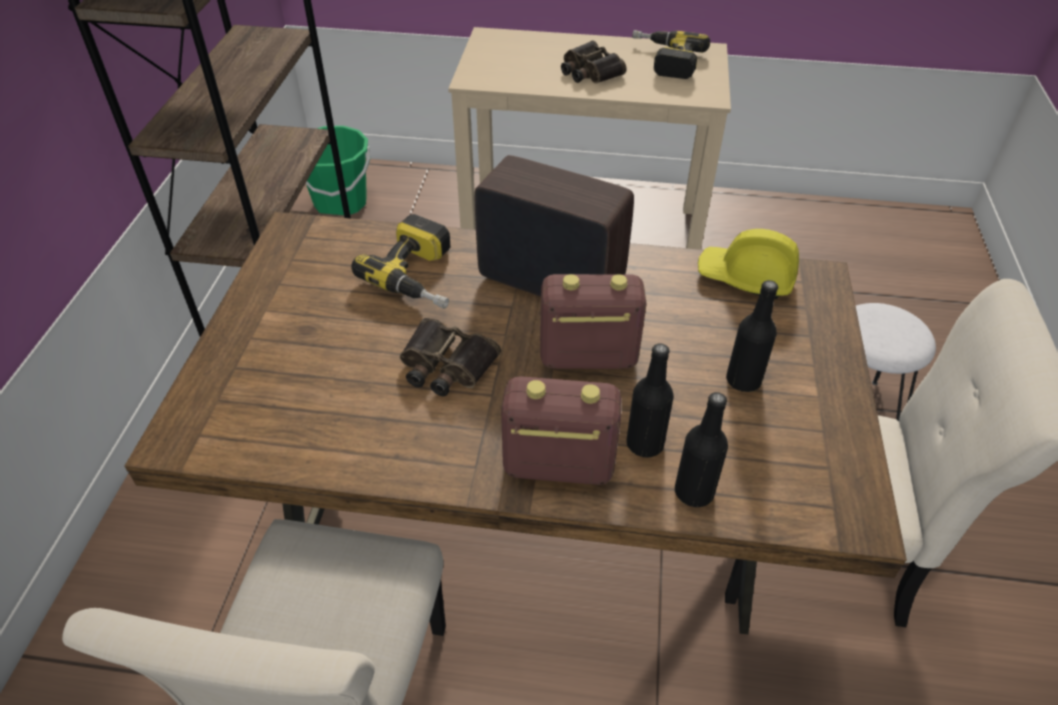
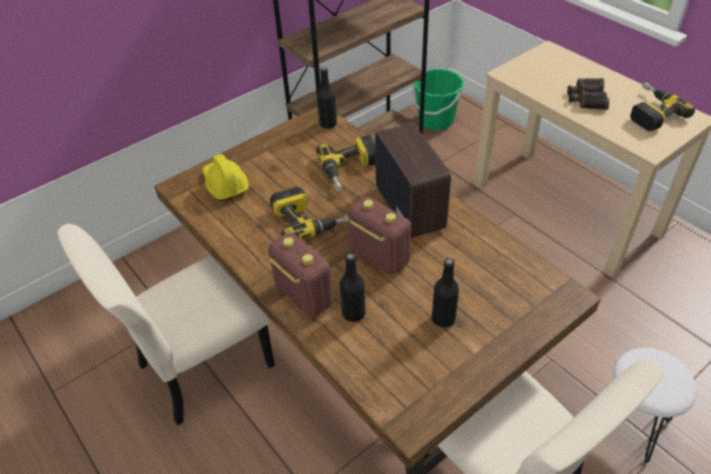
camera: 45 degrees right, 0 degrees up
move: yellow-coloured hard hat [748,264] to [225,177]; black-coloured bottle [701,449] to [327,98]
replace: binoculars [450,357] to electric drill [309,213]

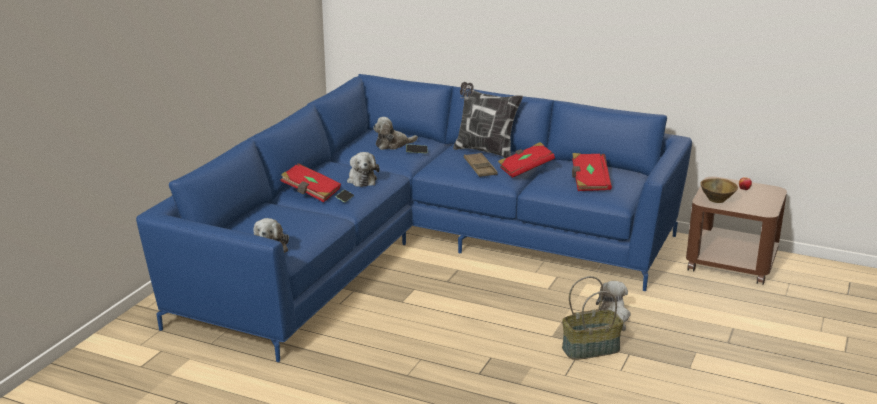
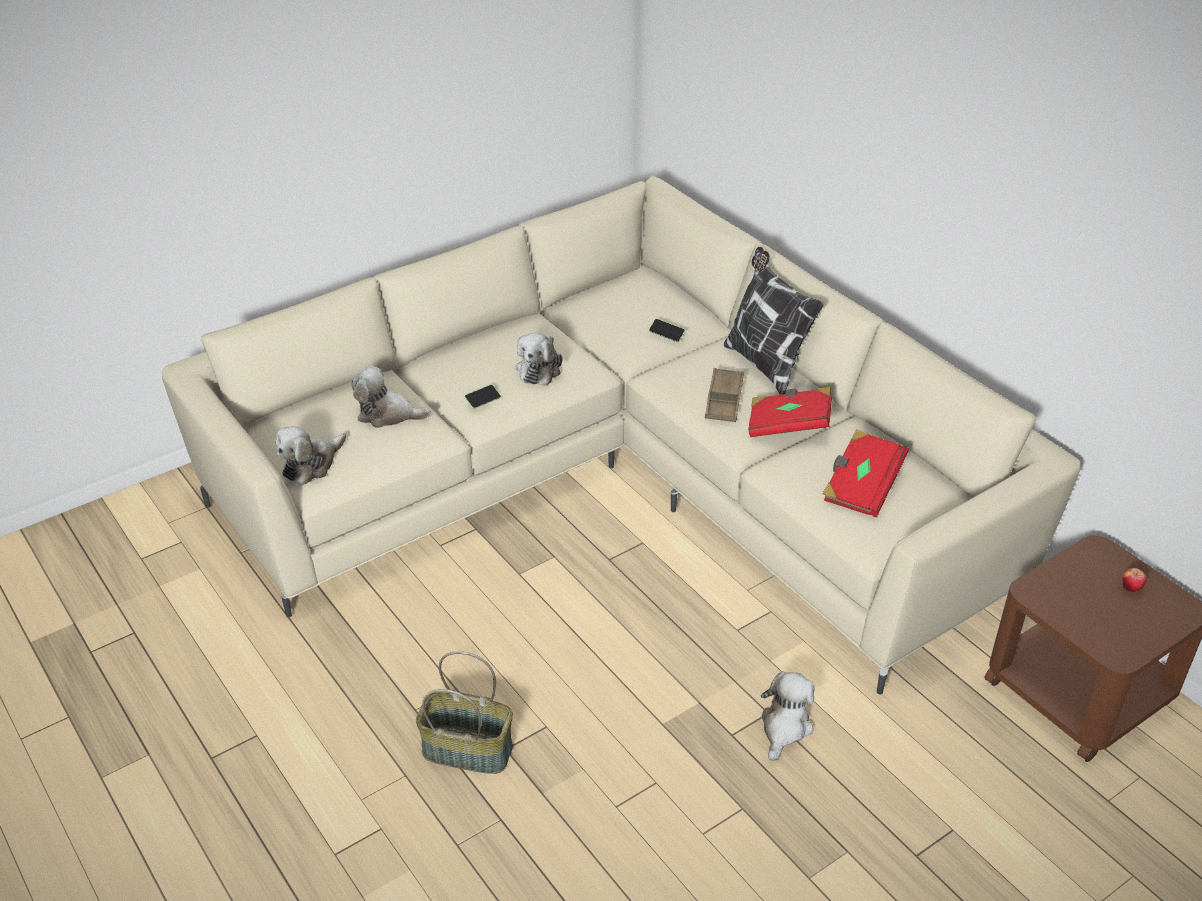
camera: 30 degrees right, 15 degrees up
delete: red volume [310,182]; brown bowl [719,190]
move: plush toy [395,133] to [391,397]; household basket [593,318] to [464,712]
recolor: blue couch [414,218] to beige-coloured couch [621,435]

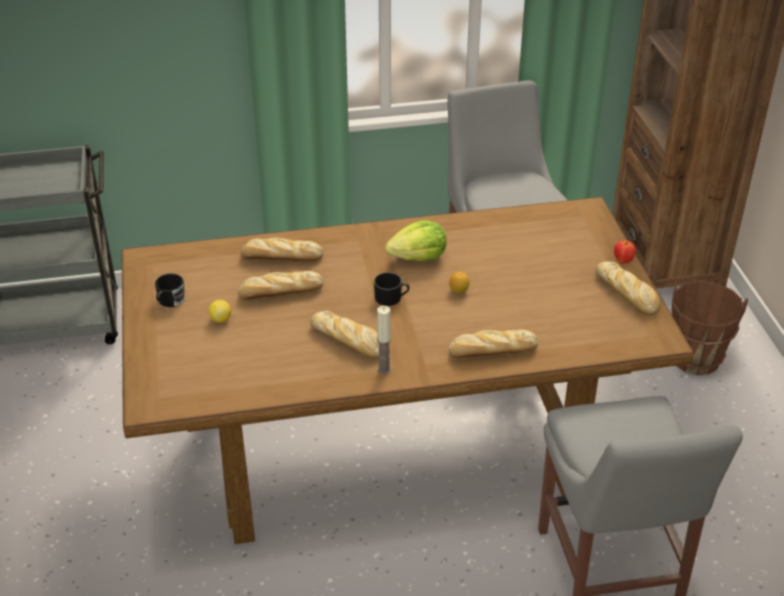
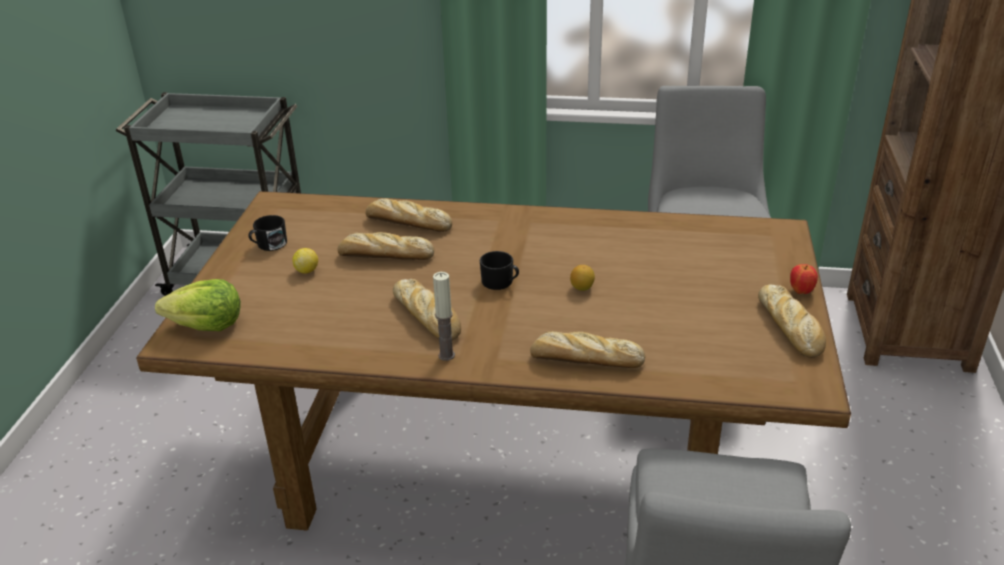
camera: 20 degrees right, 5 degrees down
delete: brown pail [709,327]
move: lettuce [416,240] to [198,305]

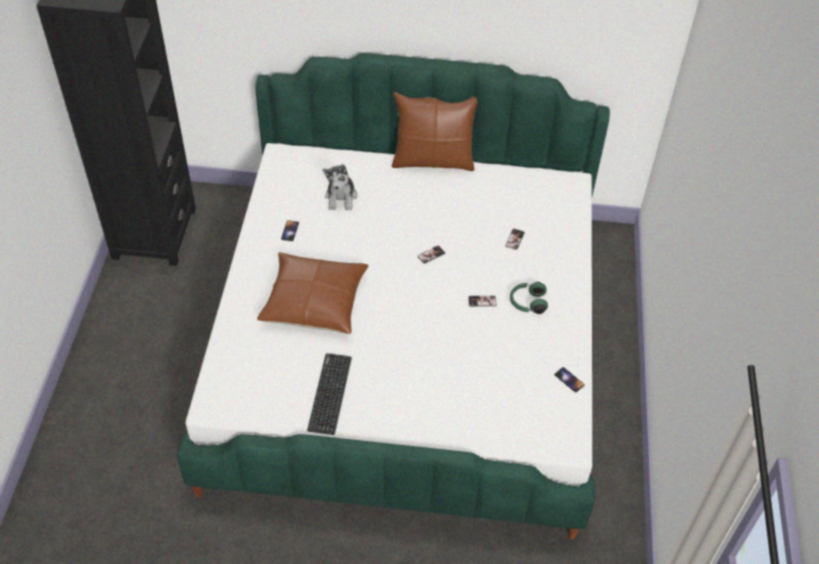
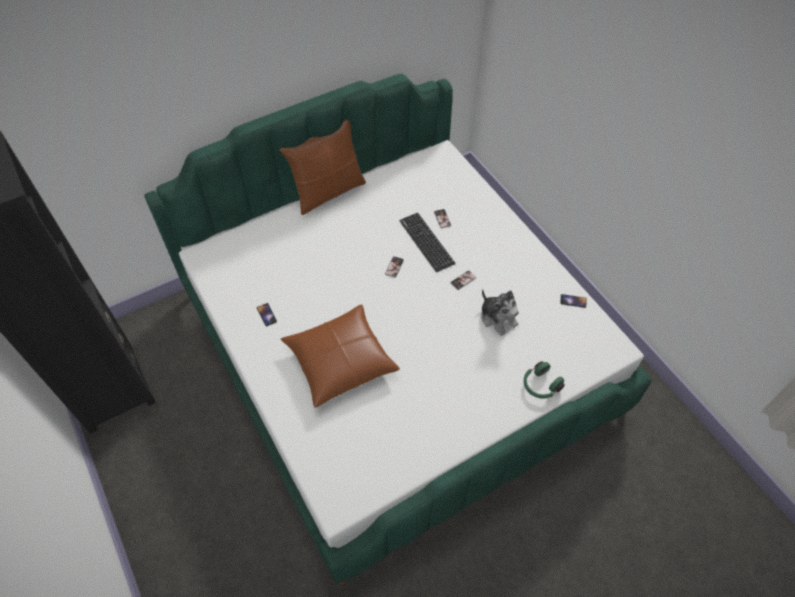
camera: 35 degrees left, 5 degrees up
move: plush toy [340,187] to [500,312]; green headset [529,298] to [544,379]; PC keyboard [329,394] to [427,242]

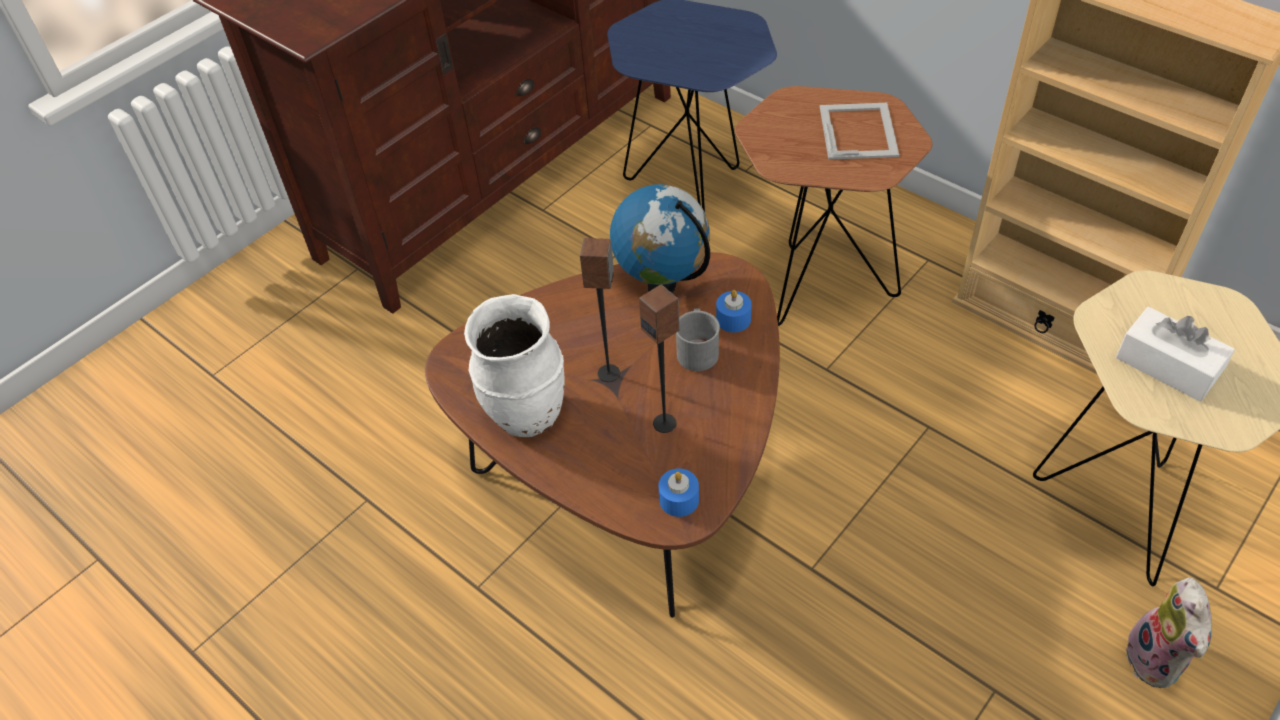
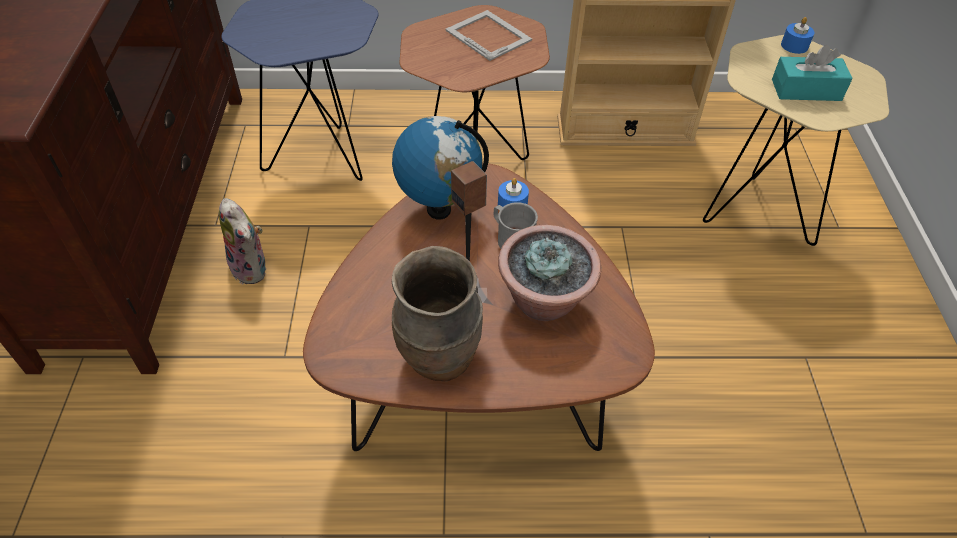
camera: 45 degrees left, 0 degrees up
move: blue wax candle [678,492] to [797,35]; plush toy [1169,632] to [242,241]
replace: speaker [659,358] to potted plant [549,273]
recolor: whitish decorative vase [514,365] to brown decorative vase [437,313]; whitish box of tissues [1175,354] to blue-green box of tissues [812,73]

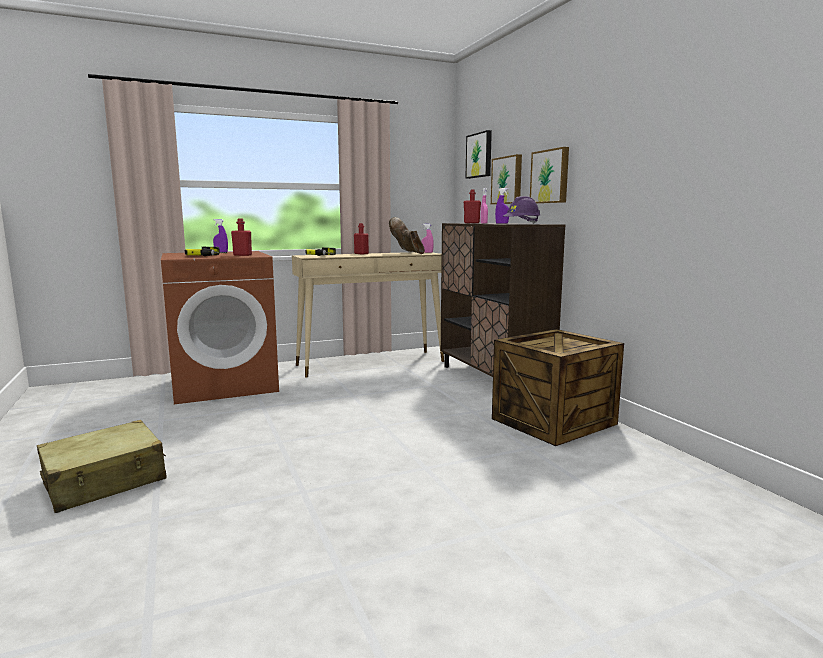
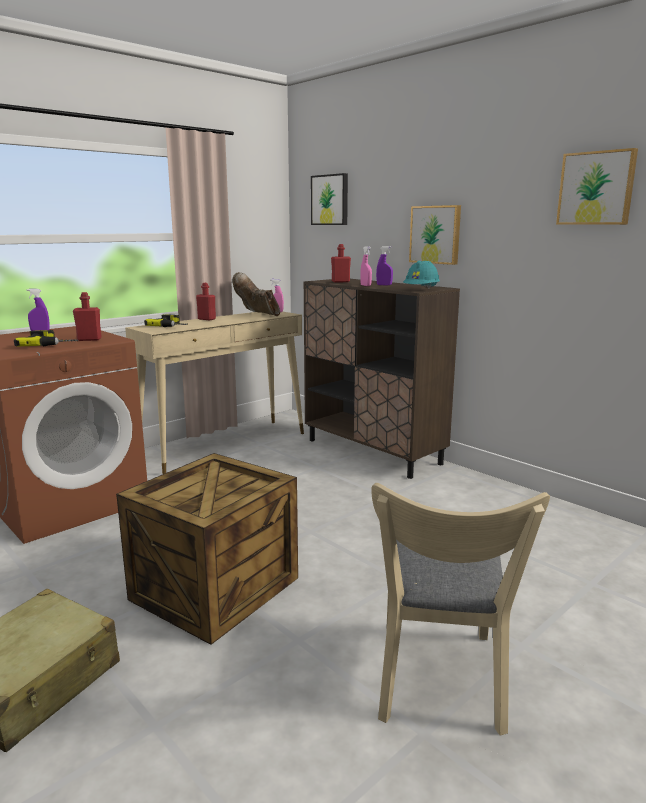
camera: 20 degrees left, 5 degrees up
insert: beige-coloured chair [460,609]
move: wall art [506,179] to [597,186]; crate [558,387] to [207,549]
recolor: purple-coloured hard hat [521,210] to blue-green hard hat [421,275]

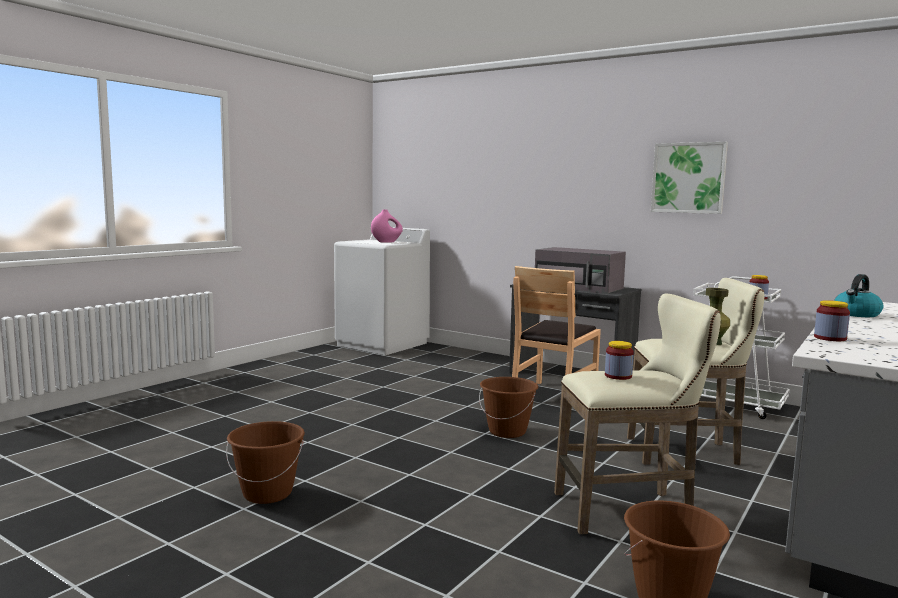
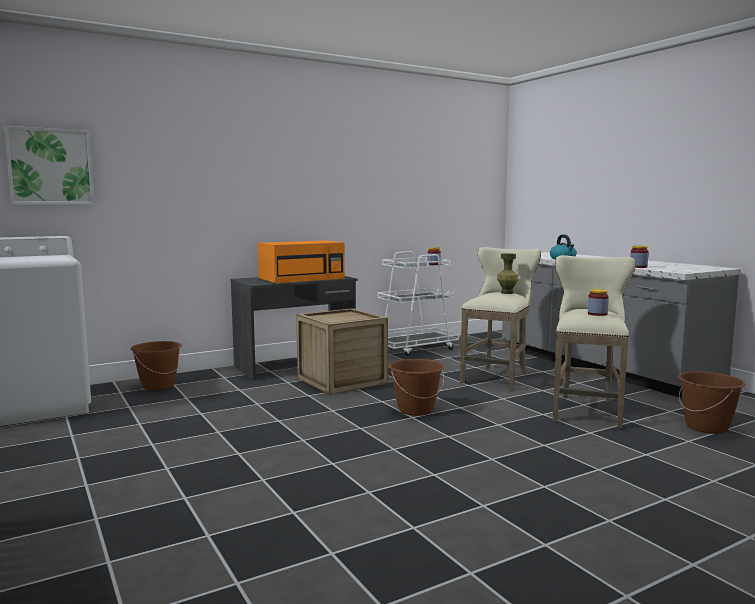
camera: 65 degrees left, 0 degrees up
delete: pink decorative vase [387,226]
move: wall art [689,178] to [49,165]; brown pail [265,462] to [156,365]
replace: brown chair [556,325] to crate [342,351]
recolor: grey kitchen microwave [580,270] to orange kitchen microwave [301,261]

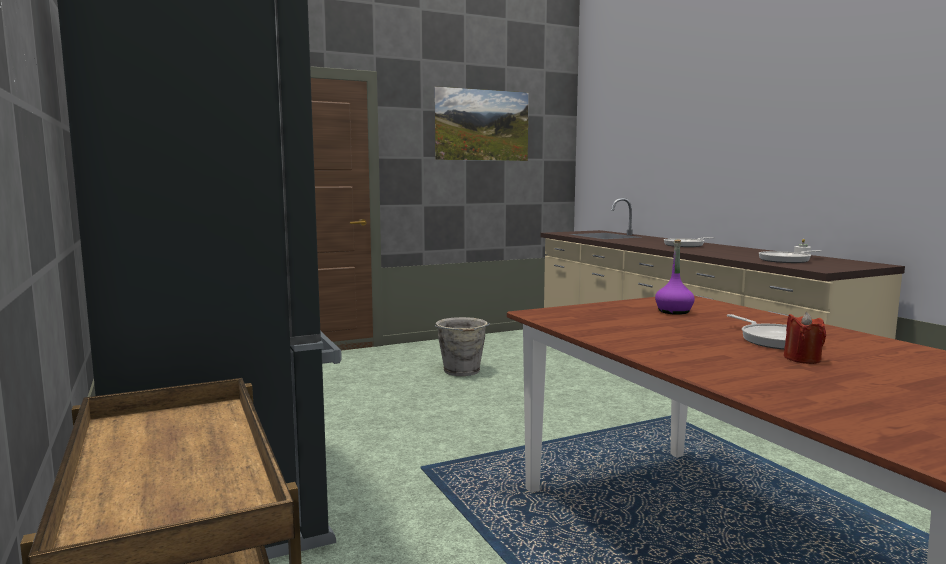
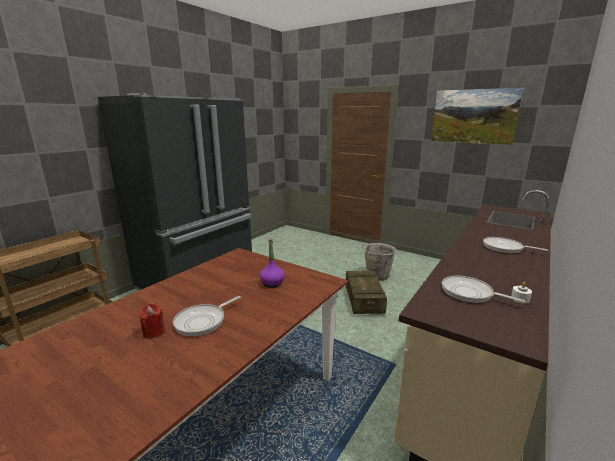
camera: 60 degrees right, 10 degrees up
insert: crate [366,292]

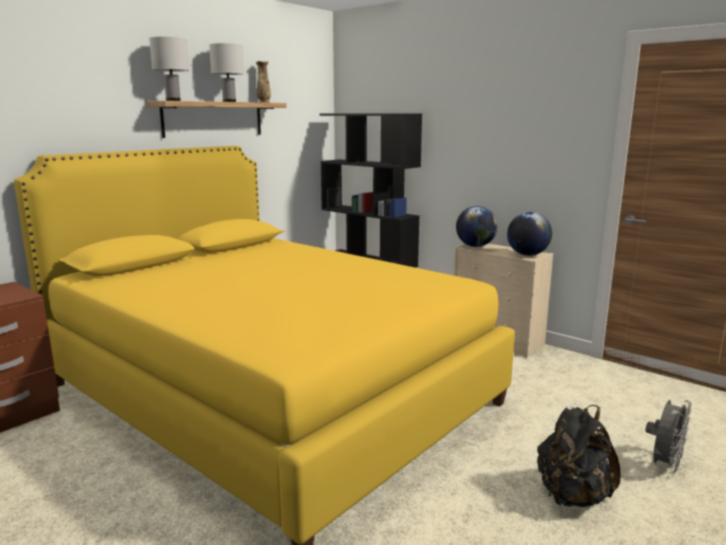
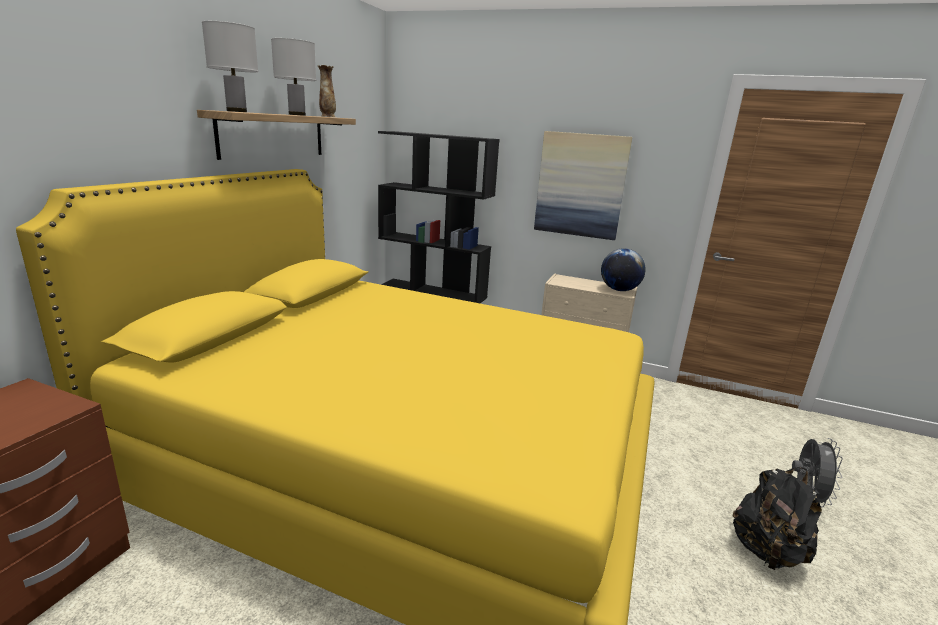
camera: 20 degrees left, 5 degrees up
delete: world globe [476,226]
insert: wall art [583,185]

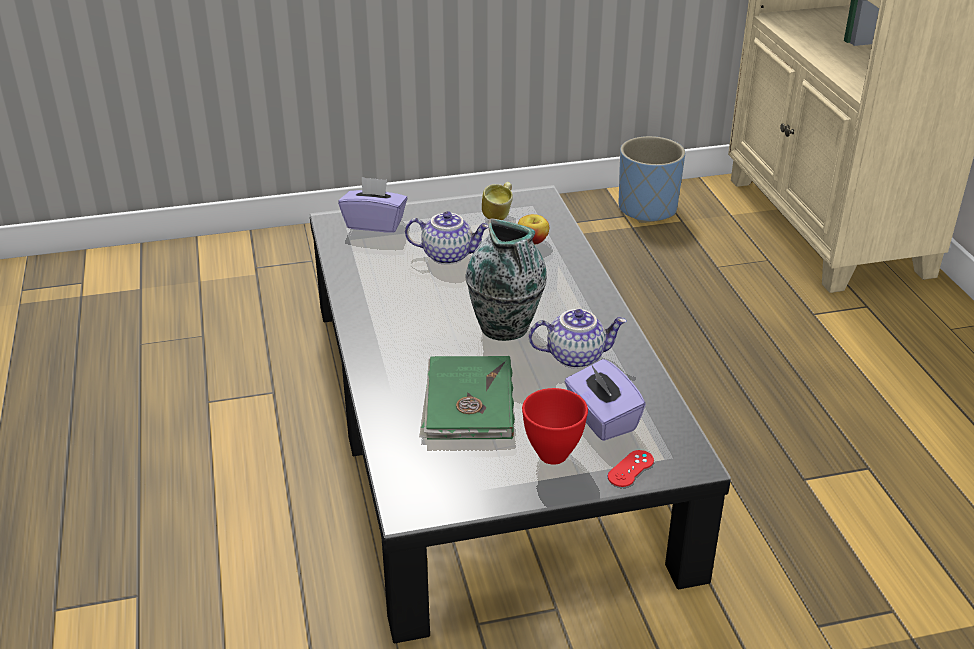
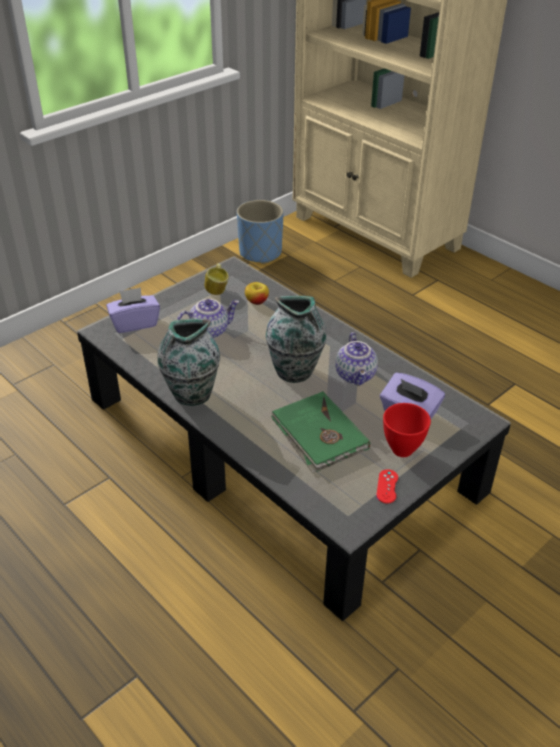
camera: 30 degrees left, 5 degrees up
insert: decorative vase [188,362]
move: red game controller [631,468] to [387,486]
rotate: tea pot [578,339] = [356,359] 120 degrees clockwise

